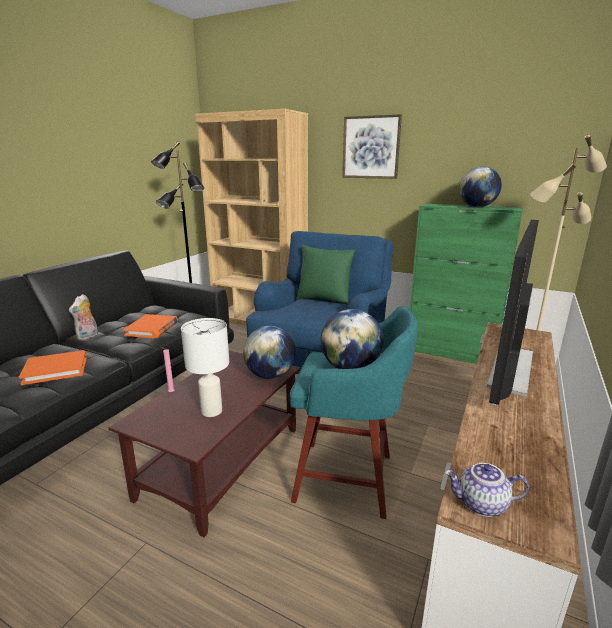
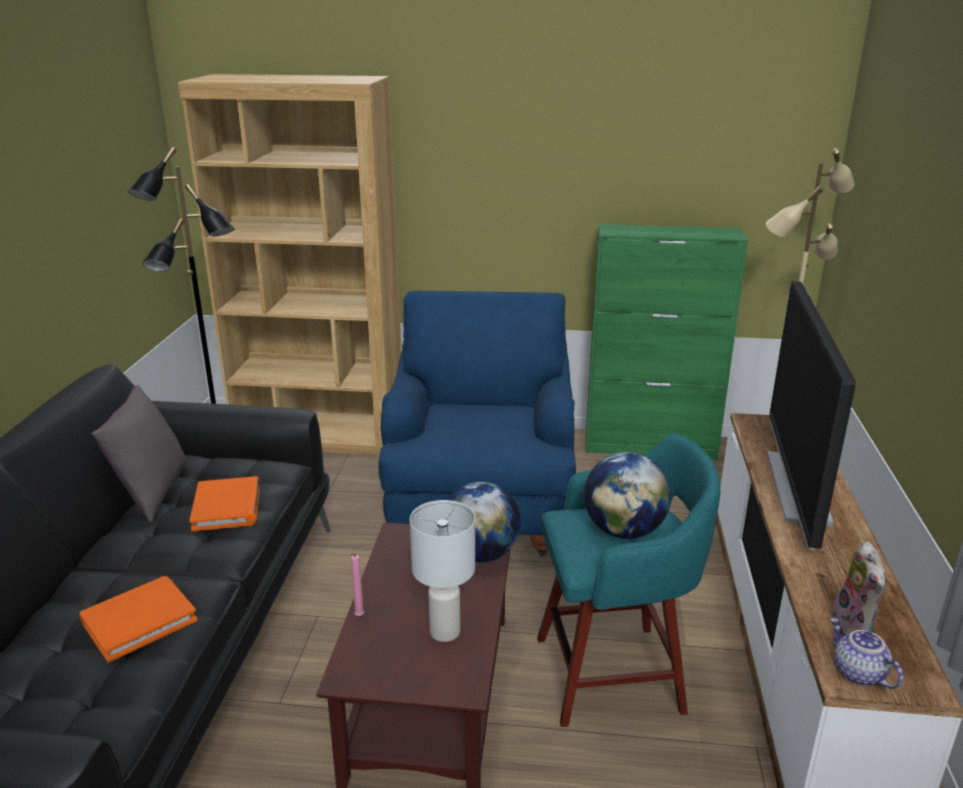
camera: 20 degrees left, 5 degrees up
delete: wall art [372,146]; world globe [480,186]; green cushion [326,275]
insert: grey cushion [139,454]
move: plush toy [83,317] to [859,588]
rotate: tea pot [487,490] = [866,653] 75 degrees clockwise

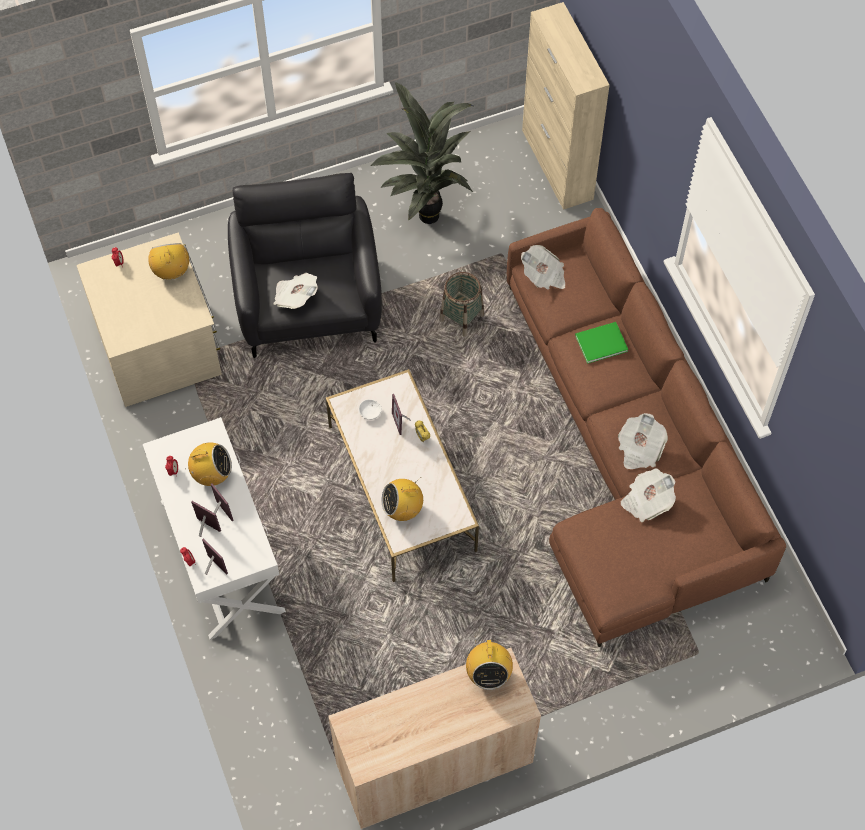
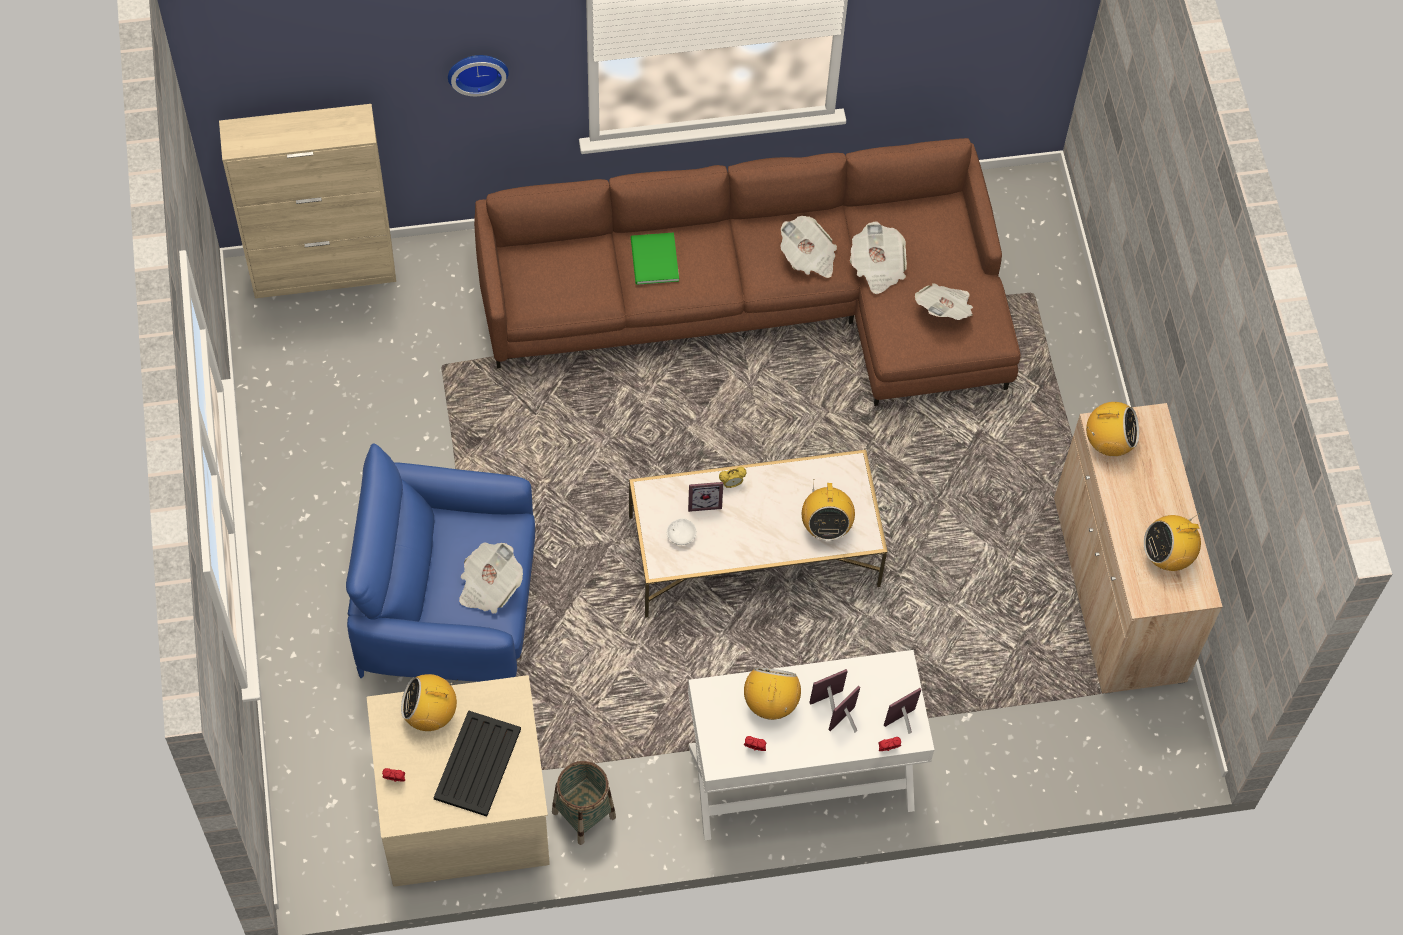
camera: 80 degrees left, 0 degrees up
delete: potted plant [421,153]
insert: wall clock [478,75]; radio [1172,542]; black-coloured carrying tray [477,763]
move: printed paper [543,267] to [944,301]; household basket [462,304] to [584,803]
recolor: black-coloured armchair [305,265] to blue armchair [440,562]

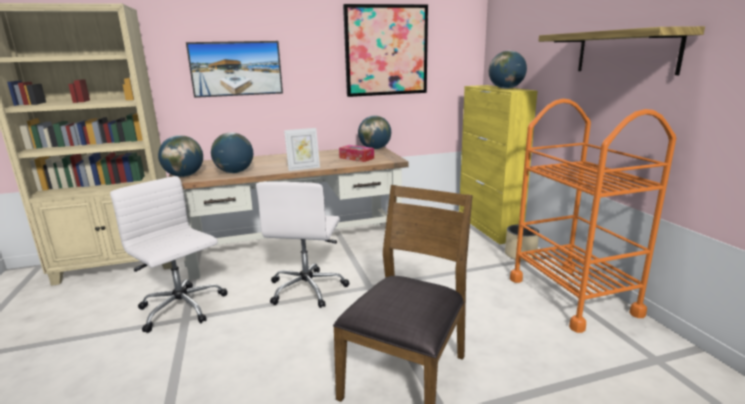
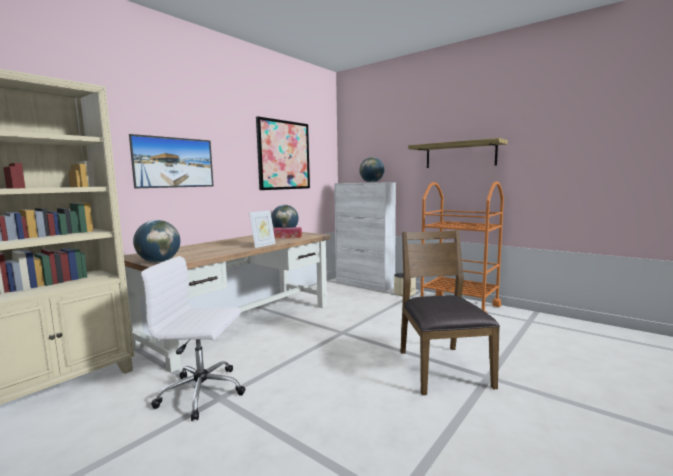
camera: 35 degrees left, 10 degrees down
delete: world globe [232,152]; whitish desk chair [302,245]
recolor: yellow-coloured cupboard [498,164] to whitish cupboard [365,236]

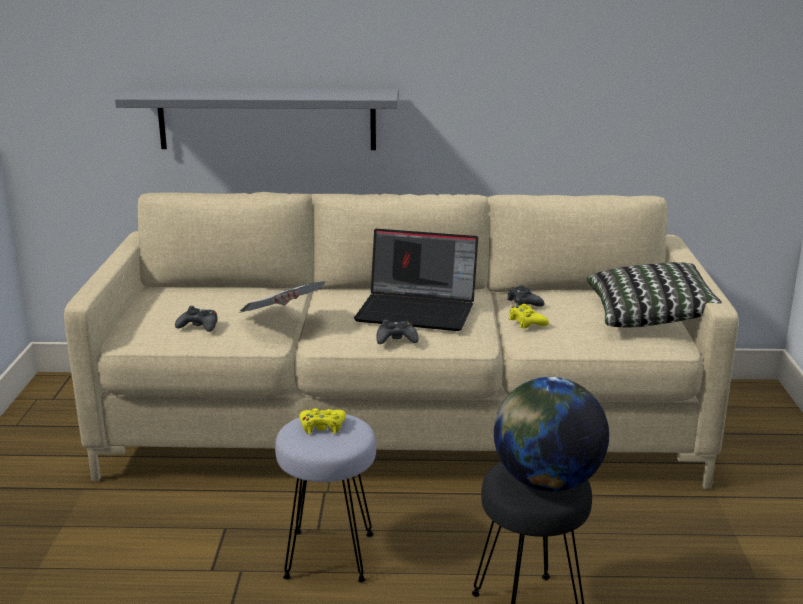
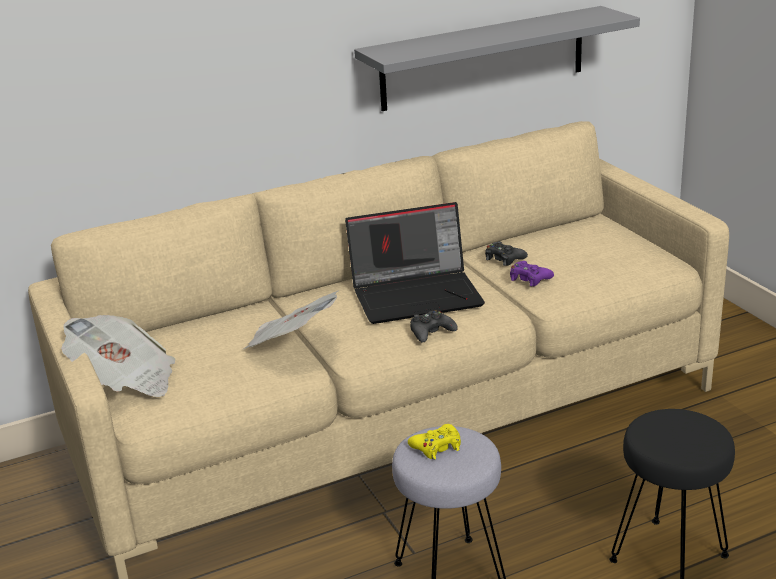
camera: 25 degrees left, 5 degrees up
delete: cushion [654,295]; black-coloured game controller [196,319]; world globe [551,434]
insert: printed paper [118,356]
move: grey wall shelf [257,119] to [497,58]
recolor: yellow-coloured game controller [529,316] to purple-coloured game controller [532,273]

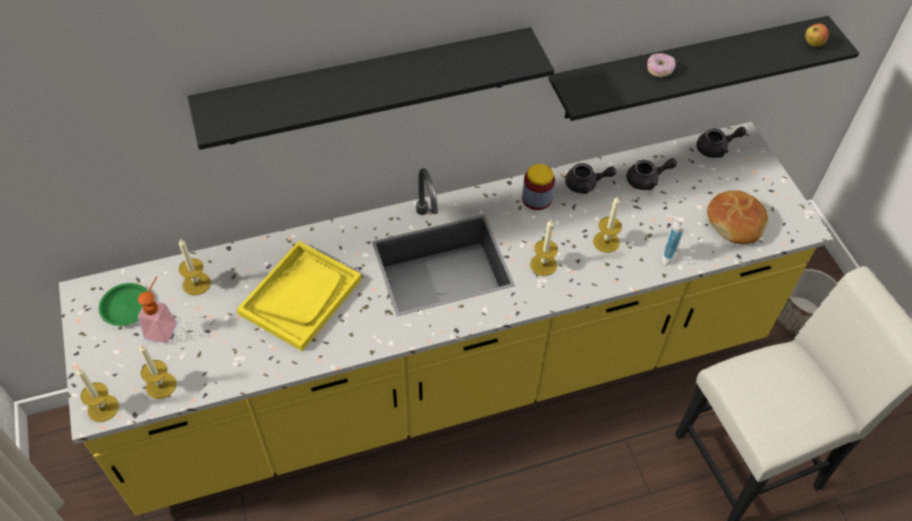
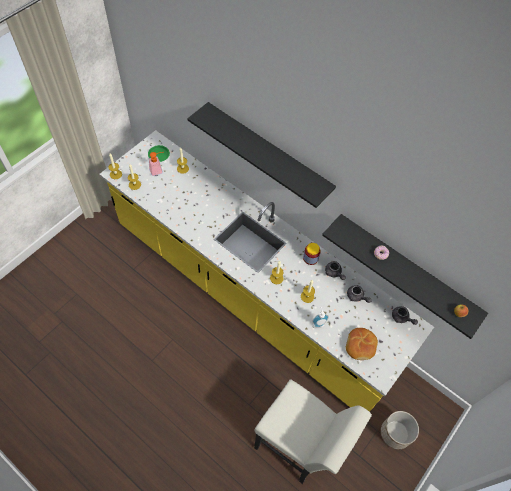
camera: 55 degrees right, 5 degrees up
delete: yellow-coloured carrying tray [299,296]

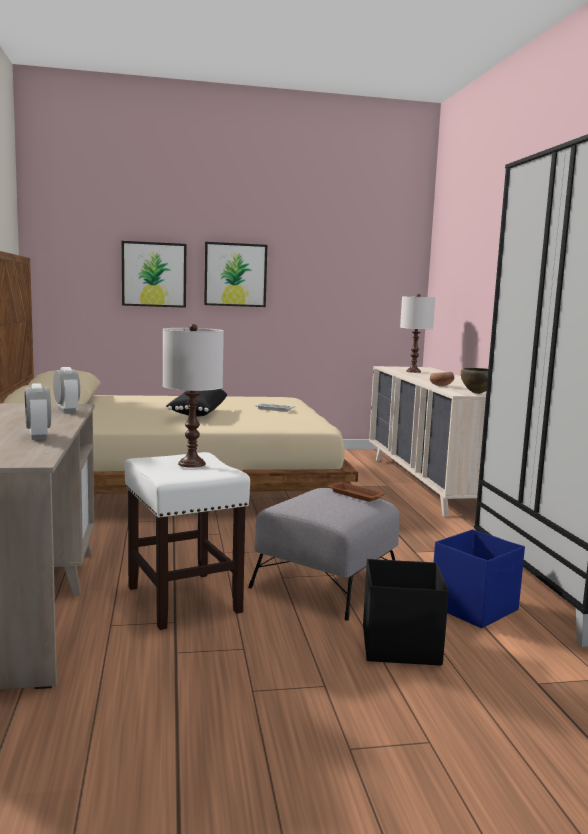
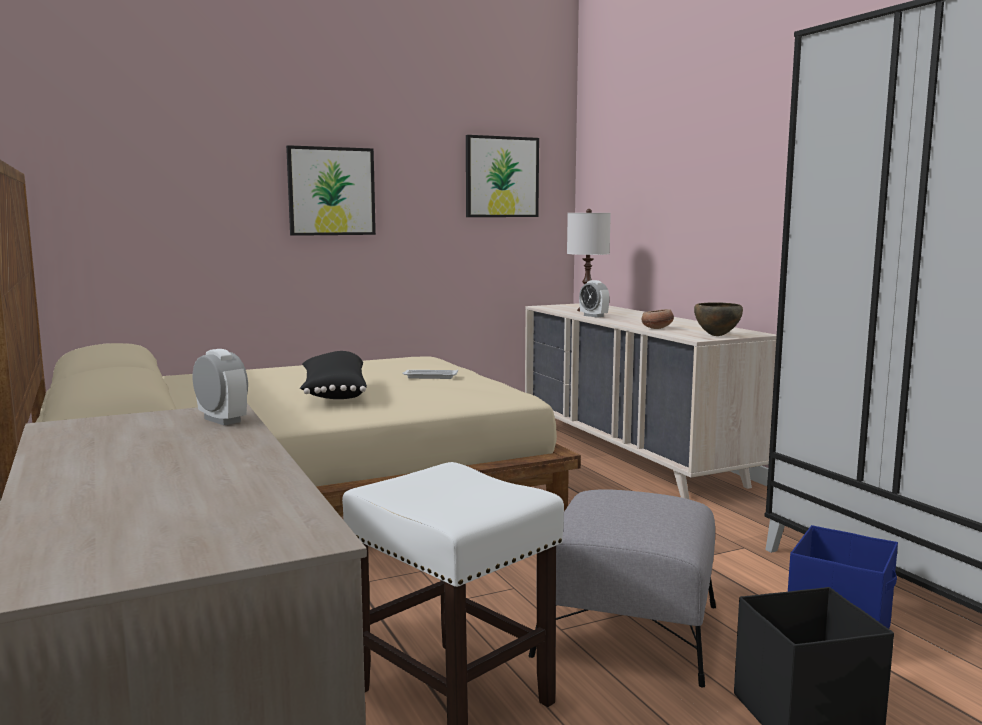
camera: 15 degrees left, 0 degrees up
delete: whitish tabletop lamp [193,396]; brown carrying tray [356,491]
move: wall art [154,274] to [502,176]; table clock [38,411] to [594,299]

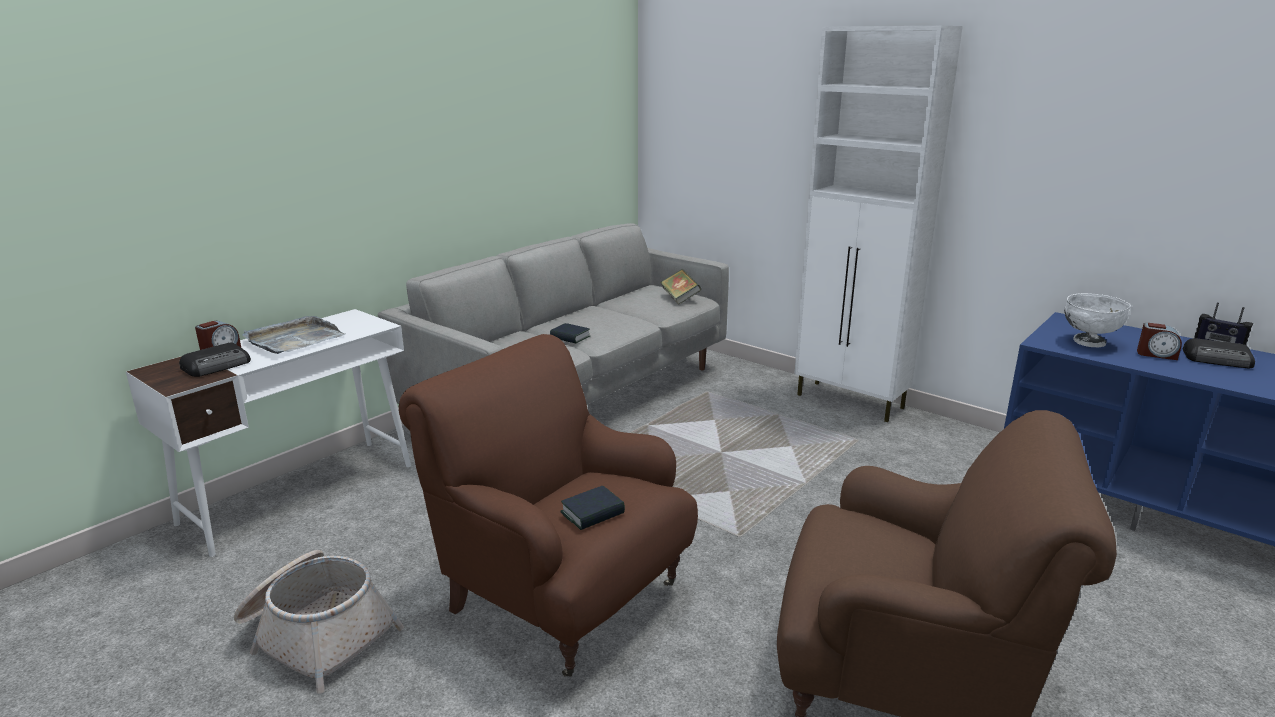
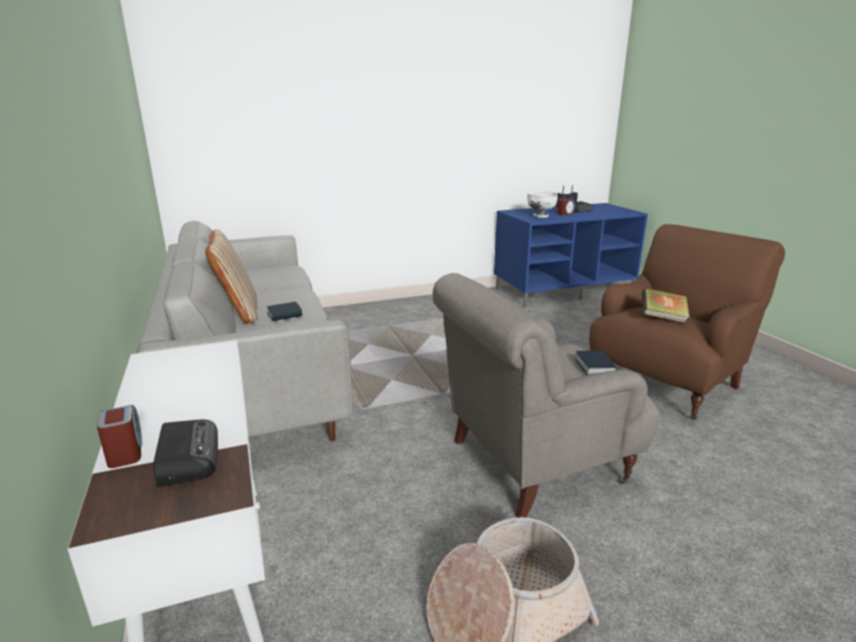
camera: 60 degrees left, 0 degrees up
delete: whitish cupboard [878,224]; grey carrying tray [293,335]
insert: beige-coloured cushion [231,276]
move: volume [680,287] to [666,305]
recolor: brown armchair [548,505] to grey armchair [546,395]

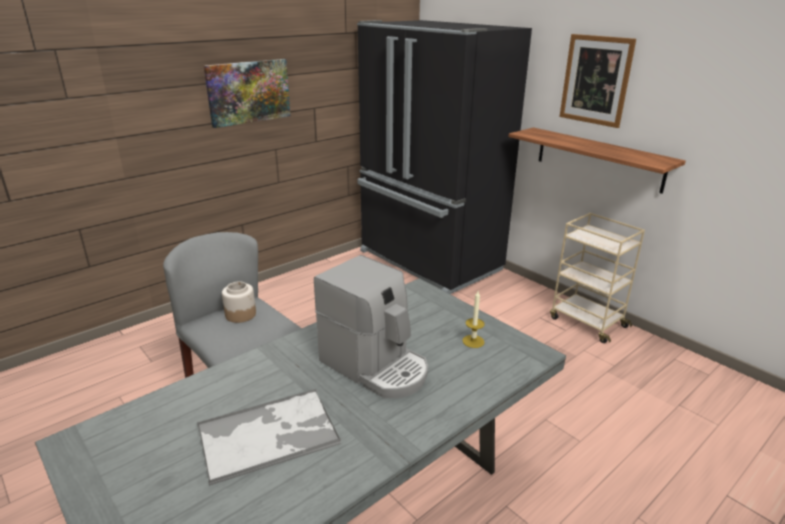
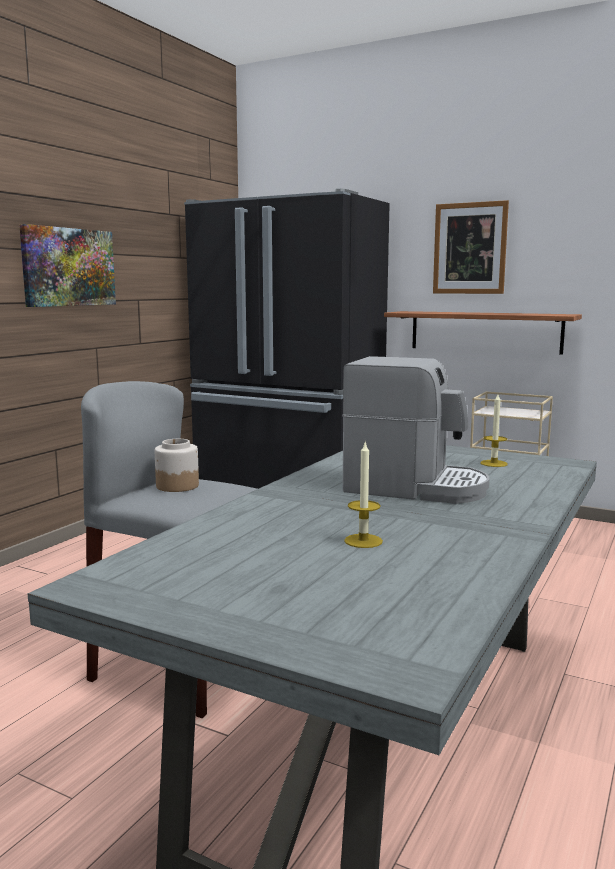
camera: 20 degrees left, 15 degrees down
replace: carrying tray [269,437] to wax candle [363,495]

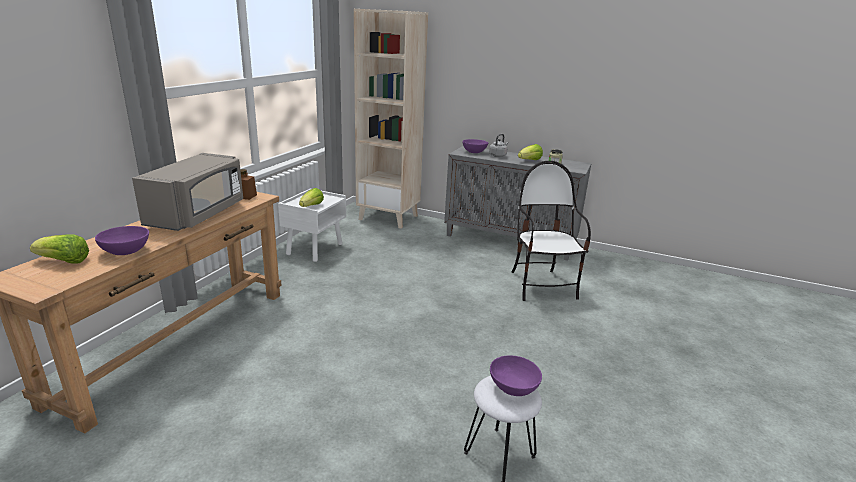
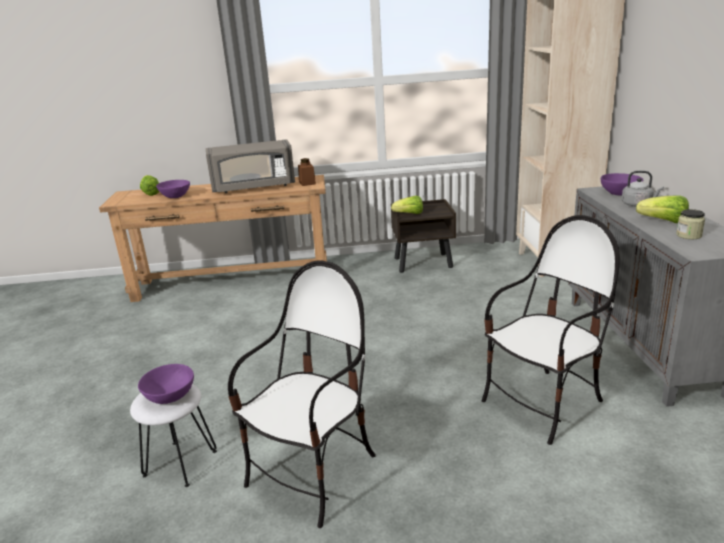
camera: 65 degrees right, 0 degrees up
insert: chair [302,394]
recolor: whitish nightstand [312,225] to brown nightstand [423,236]

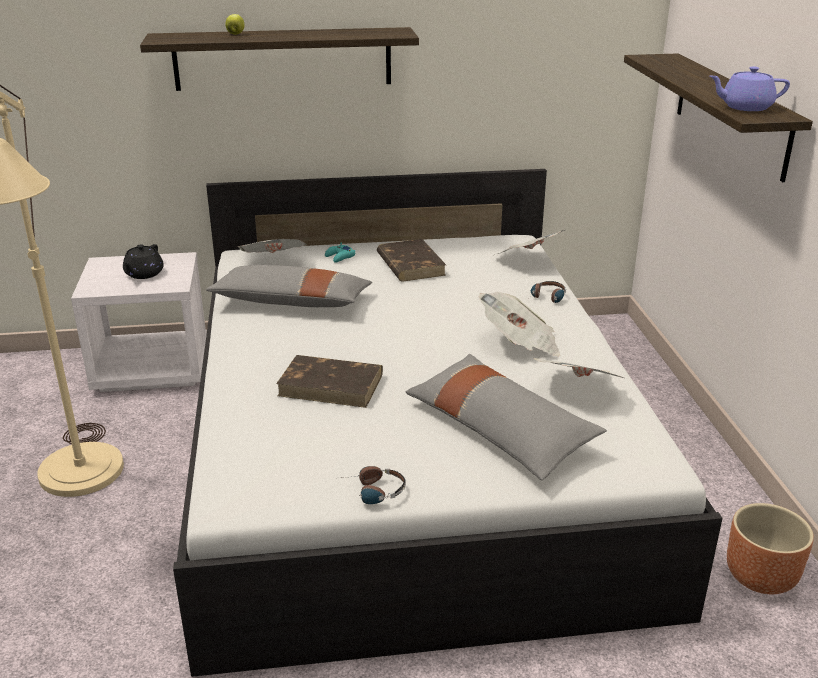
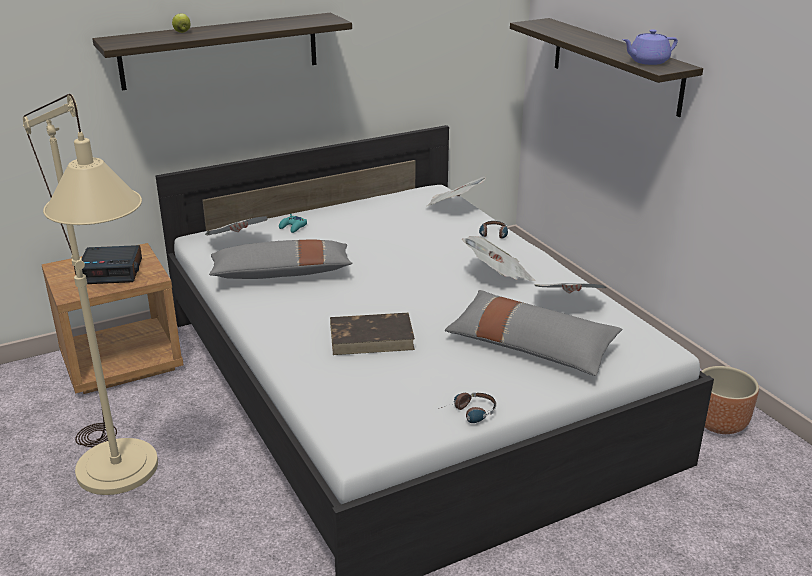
camera: 20 degrees left, 0 degrees up
delete: brown volume [411,260]
replace: black-coloured tea pot [143,261] to table clock [112,264]
recolor: whitish nightstand [139,322] to brown nightstand [113,318]

